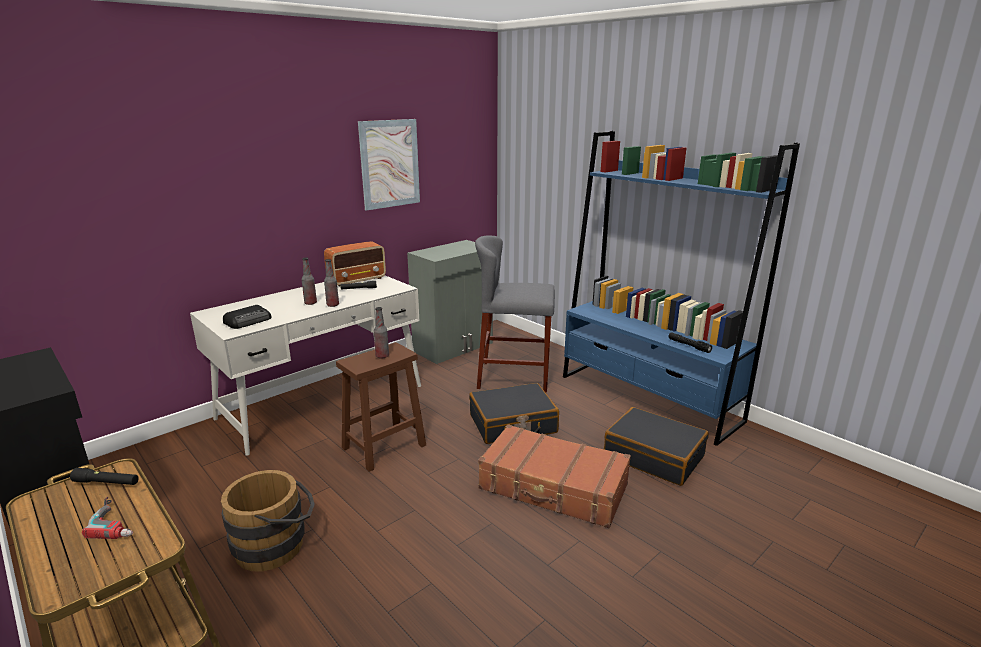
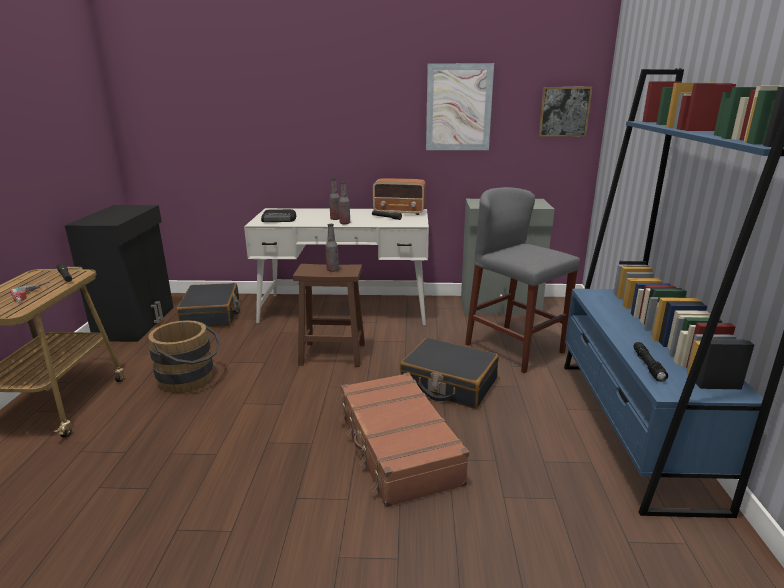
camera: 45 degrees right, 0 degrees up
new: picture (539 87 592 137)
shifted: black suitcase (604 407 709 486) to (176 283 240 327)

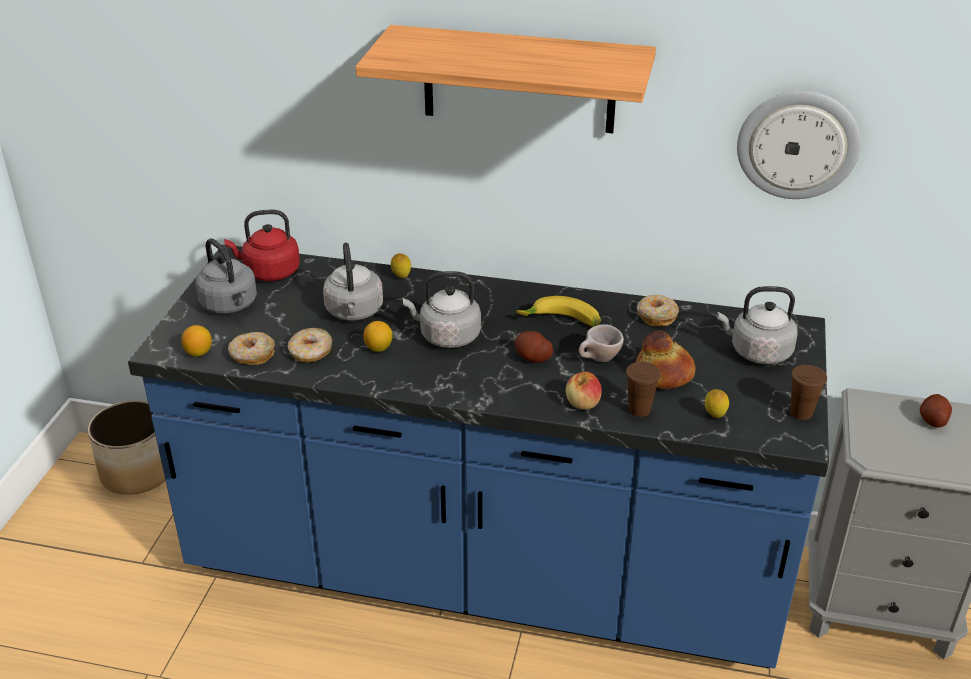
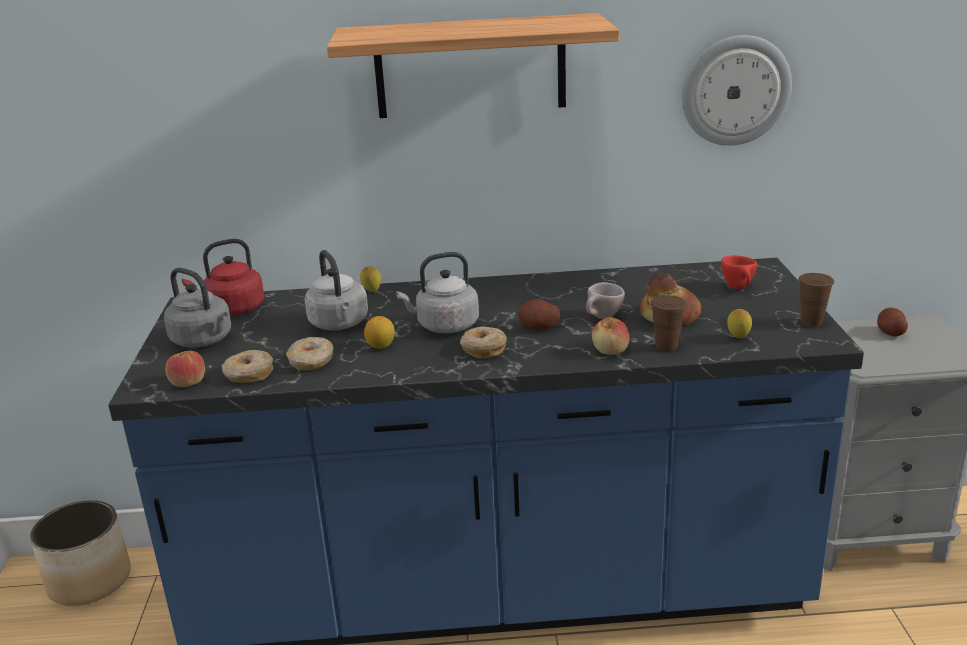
camera: 15 degrees left, 10 degrees down
gone: banana (516 296 601 327)
shifted: donut (637 295 679 327) to (460 326 507 359)
swapped: lemon (181 325 212 357) to apple (165 351 205 387); grey kettle (717 286 798 364) to red cup (721 255 757 289)

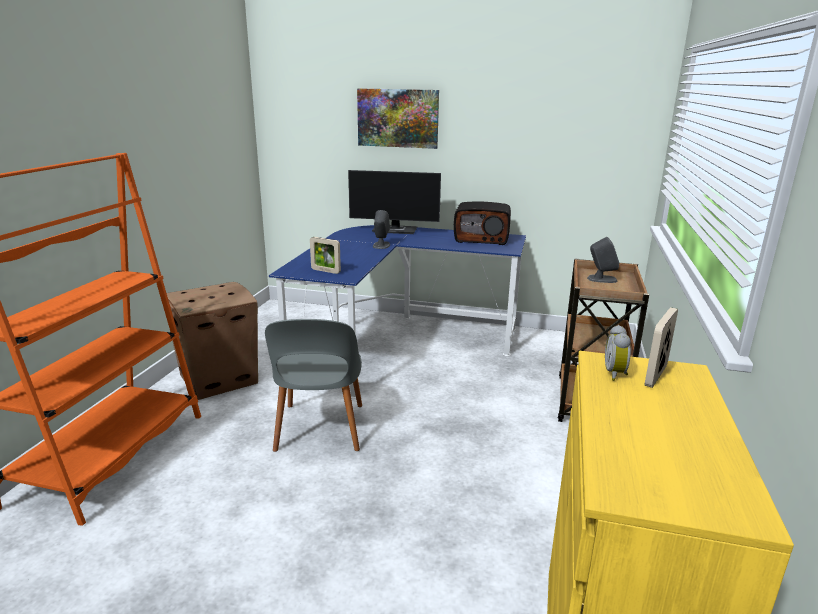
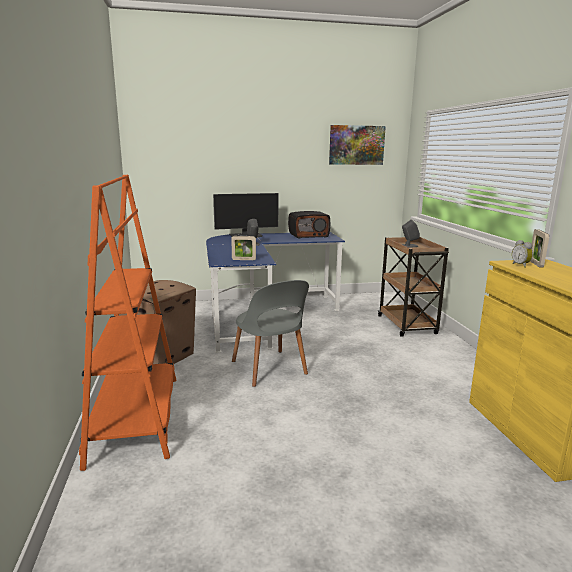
camera: 25 degrees left, 5 degrees down
shifted: picture (357 88 439 149) to (329 125 386 165)

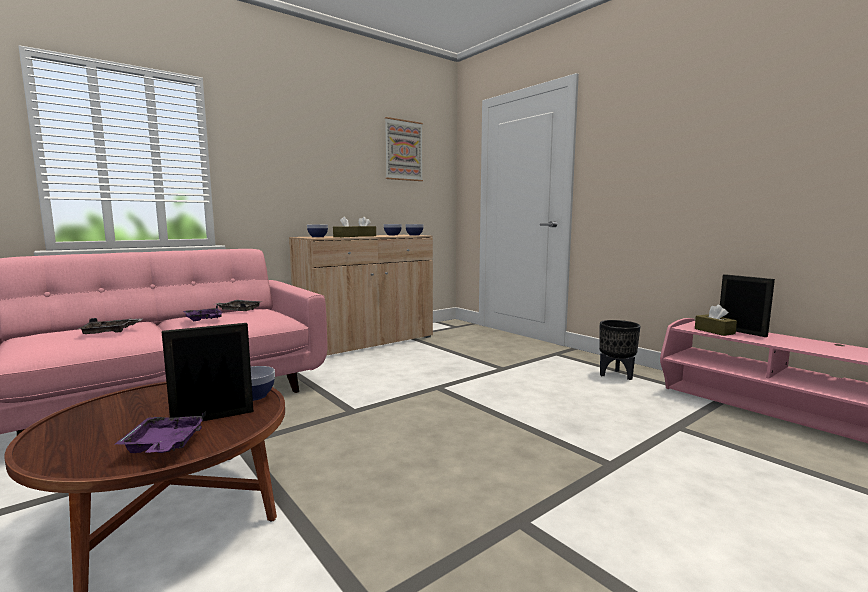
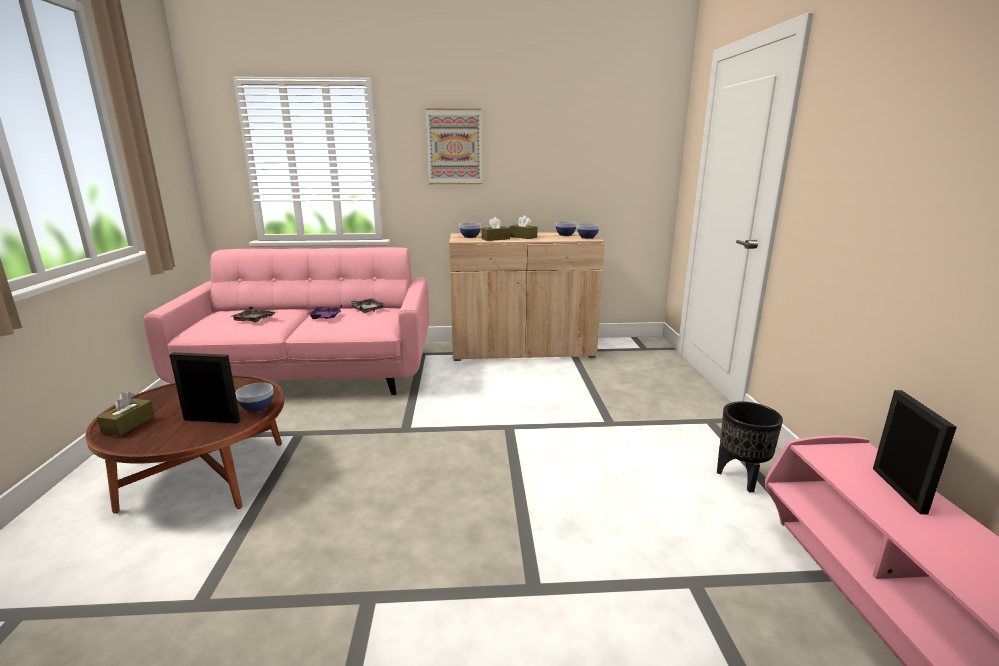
camera: 35 degrees right, 10 degrees up
gone: purple tray (115 411 206 453)
shifted: picture (385 117 423 181) to (426 108 482 184); brown tissue box (695 305 737 336) to (97 392 155 436)

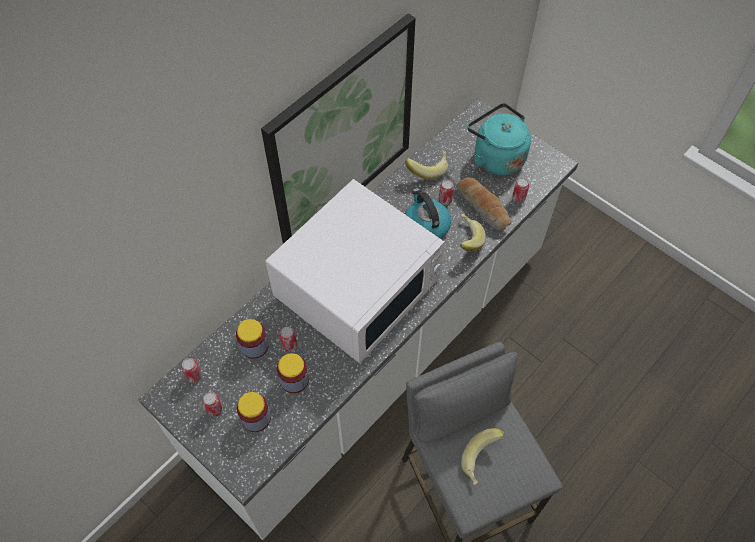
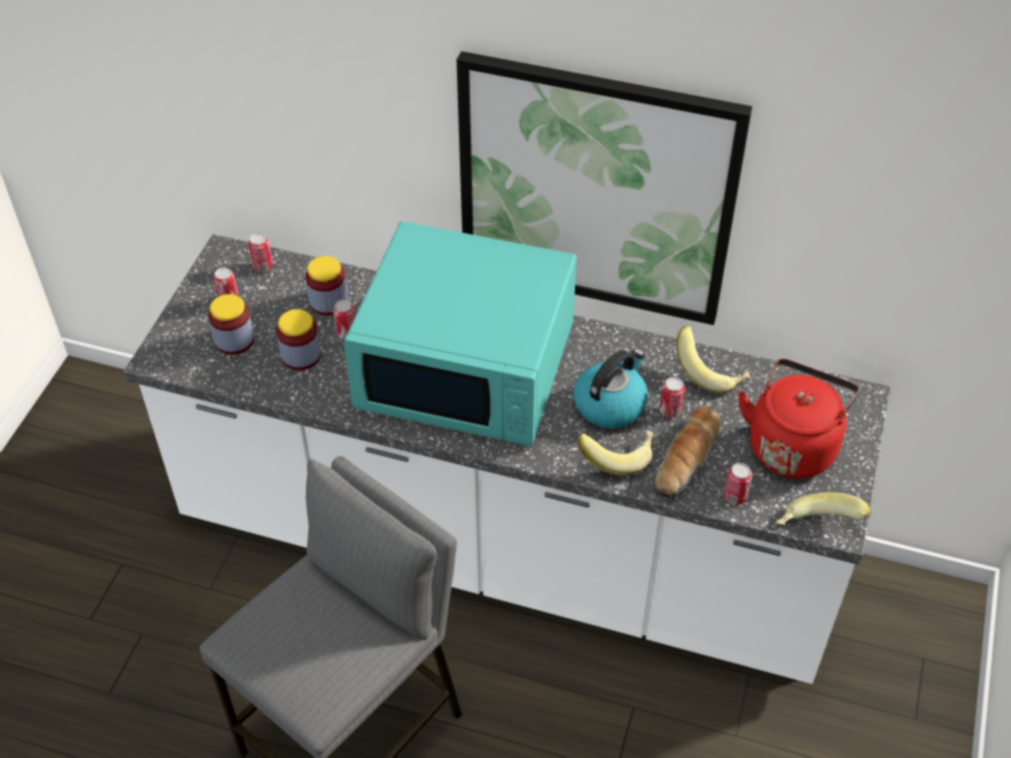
camera: 65 degrees right, 10 degrees down
shifted: banana (461 428 505 485) to (776 492 871 525)
repainted: white microwave (265 179 445 363) to turquoise microwave (344 221 577 446); turquoise kettle (467 103 531 175) to red kettle (738 359 860 478)

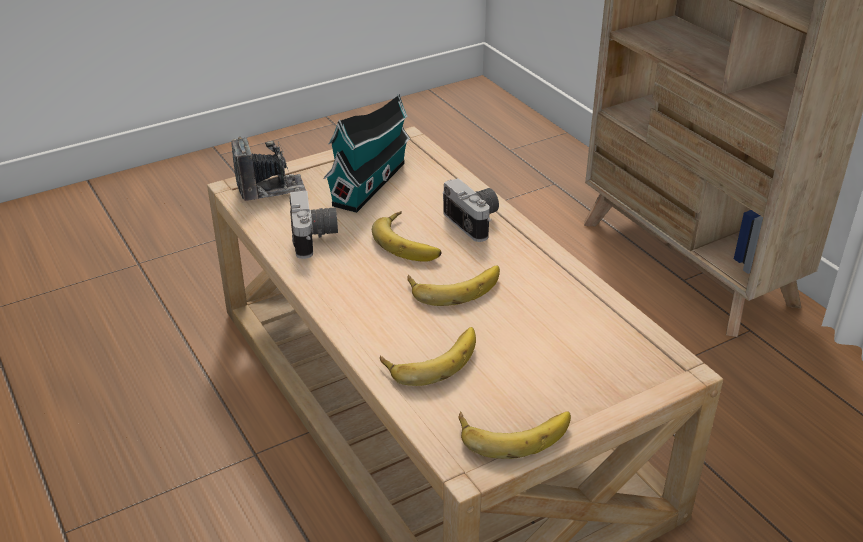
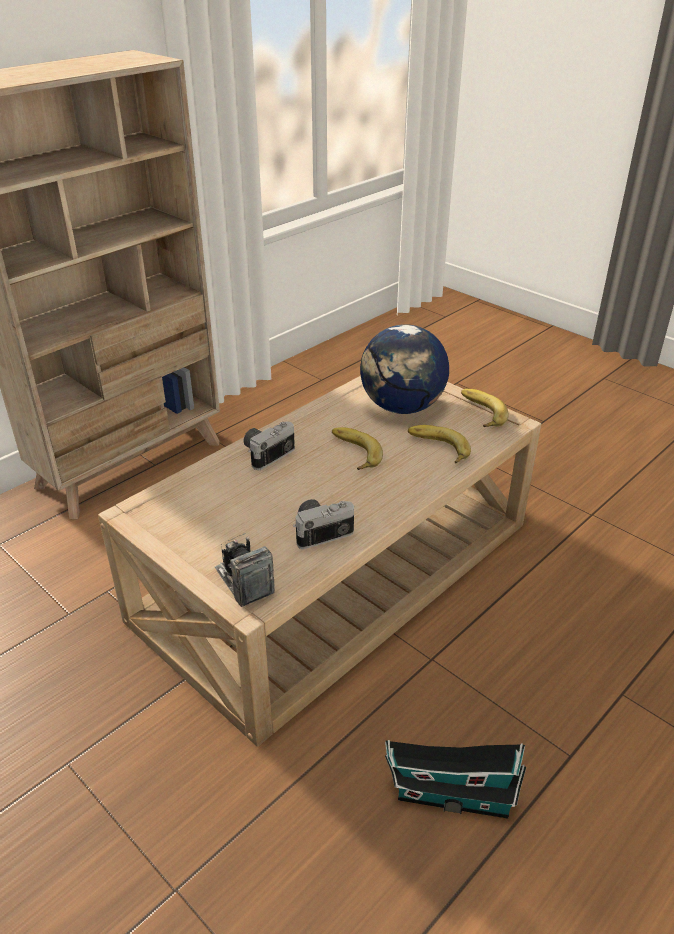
camera: 105 degrees left, 0 degrees up
gone: banana (372 211 442 262)
new: globe (360 324 449 414)
shifted: toy house (324 94 411 213) to (385 740 526 819)

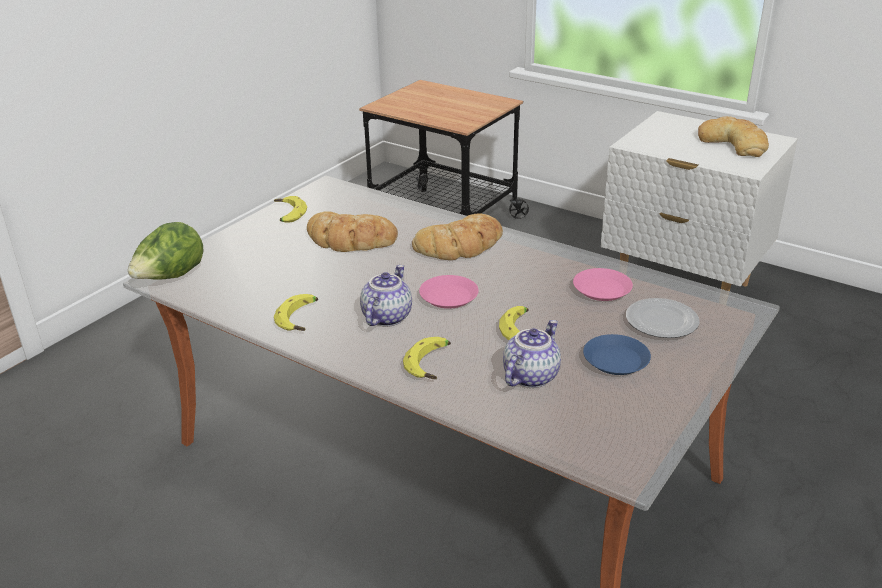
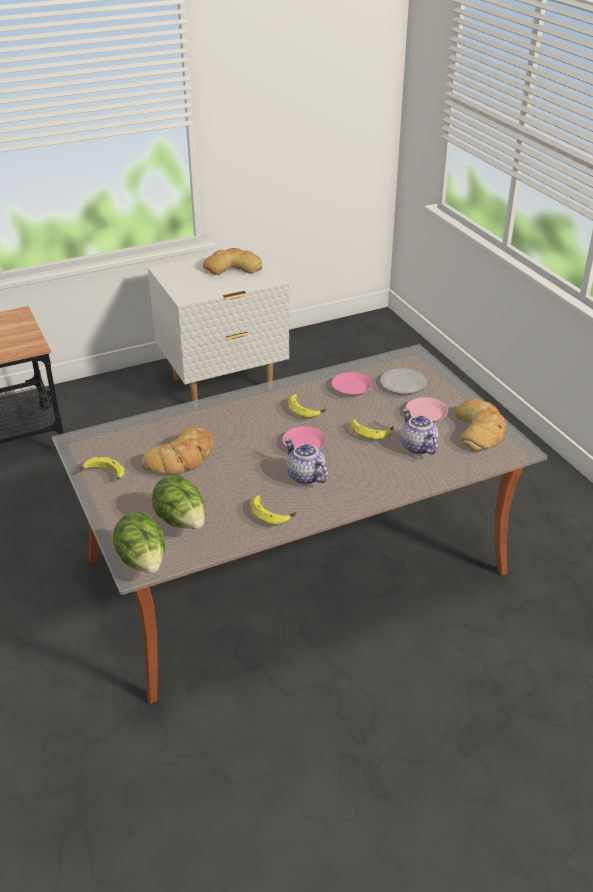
camera: 60 degrees left, 5 degrees up
new: lettuce (152 474 205 529)
shifted: banana (403 337 451 379) to (288 394 326 418); bread (412 214 503 260) to (456 399 507 451)
repainted: blue plate (583 334 651 375) to pink plate (406 397 448 422)

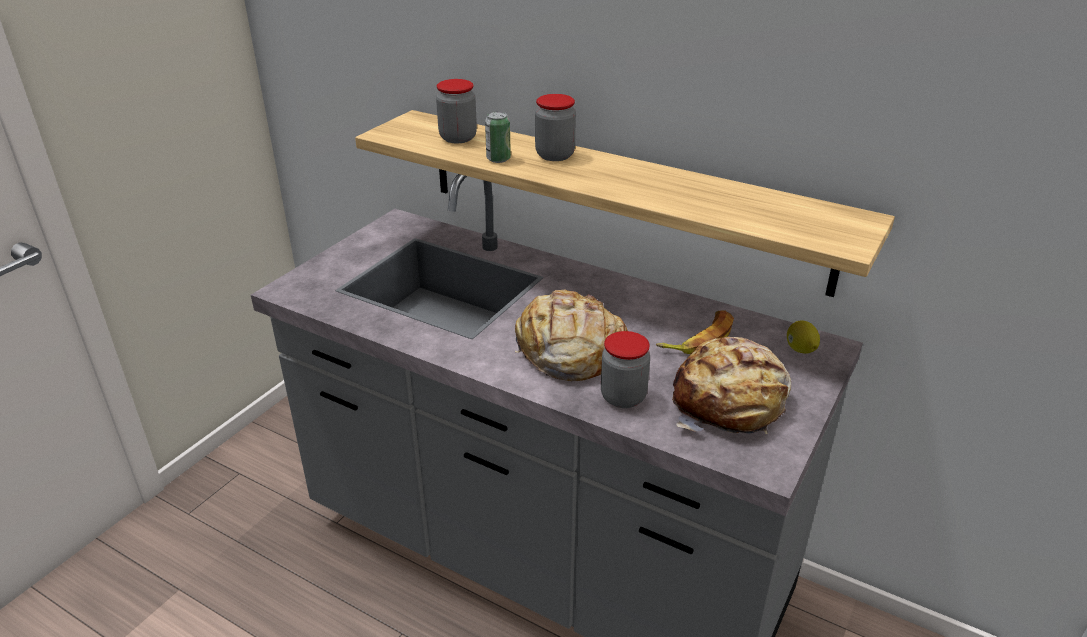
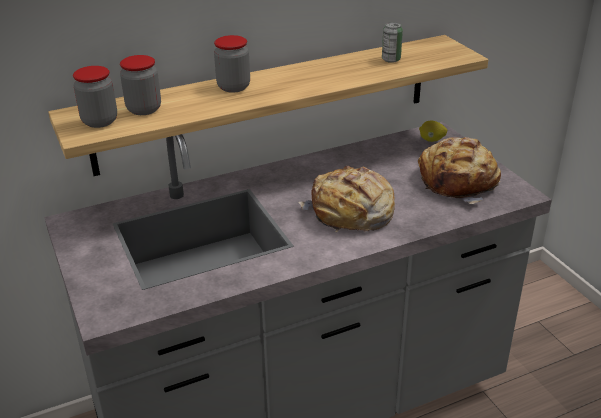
camera: 55 degrees left, 0 degrees up
gone: banana (656 310 734 354)
shifted: can (485 111 511 163) to (382 22 403 63); jar (601 331 650 408) to (73 66 117 128)

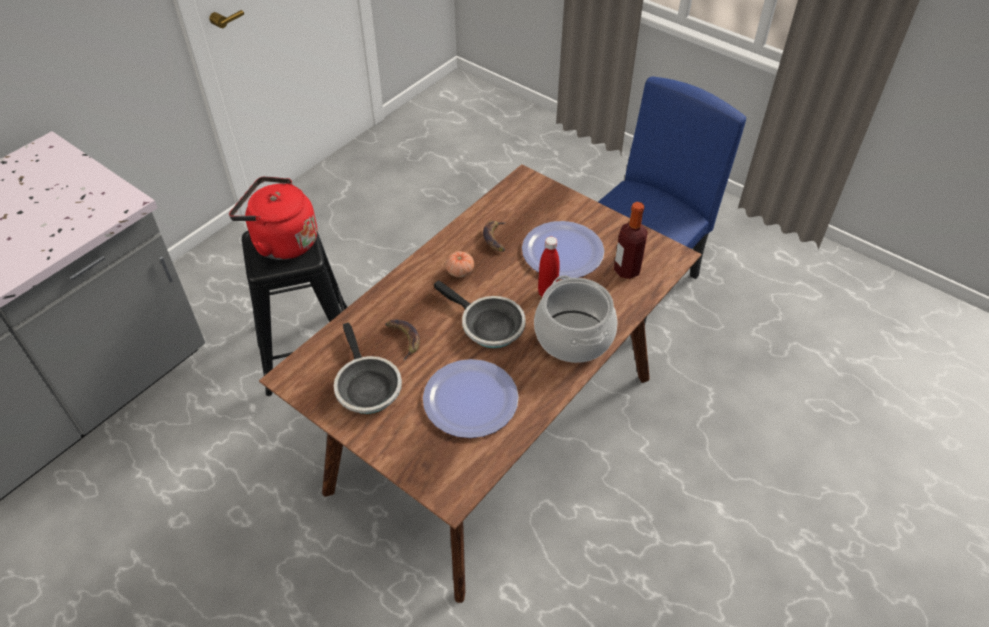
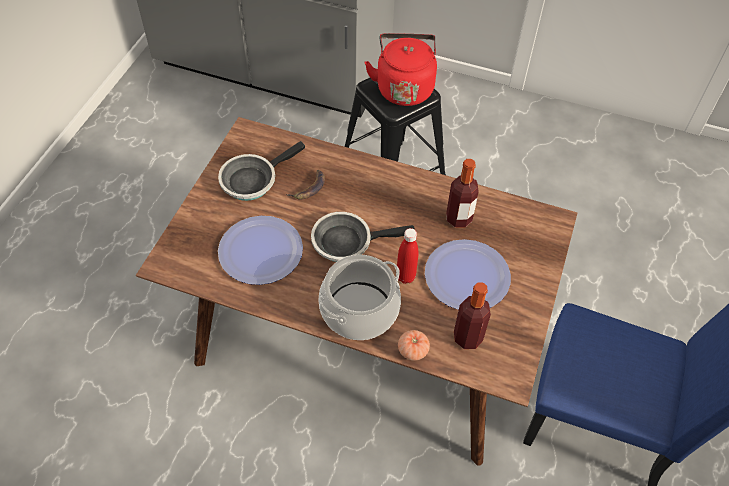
camera: 70 degrees right, 5 degrees up
shifted: tomato (445 251 474 277) to (398 330 430 361)
swapped: banana (483 221 506 252) to bottle (446 159 479 228)
rotated: frying pan (434 280 526 348) = (311 212 415 262) 60 degrees clockwise

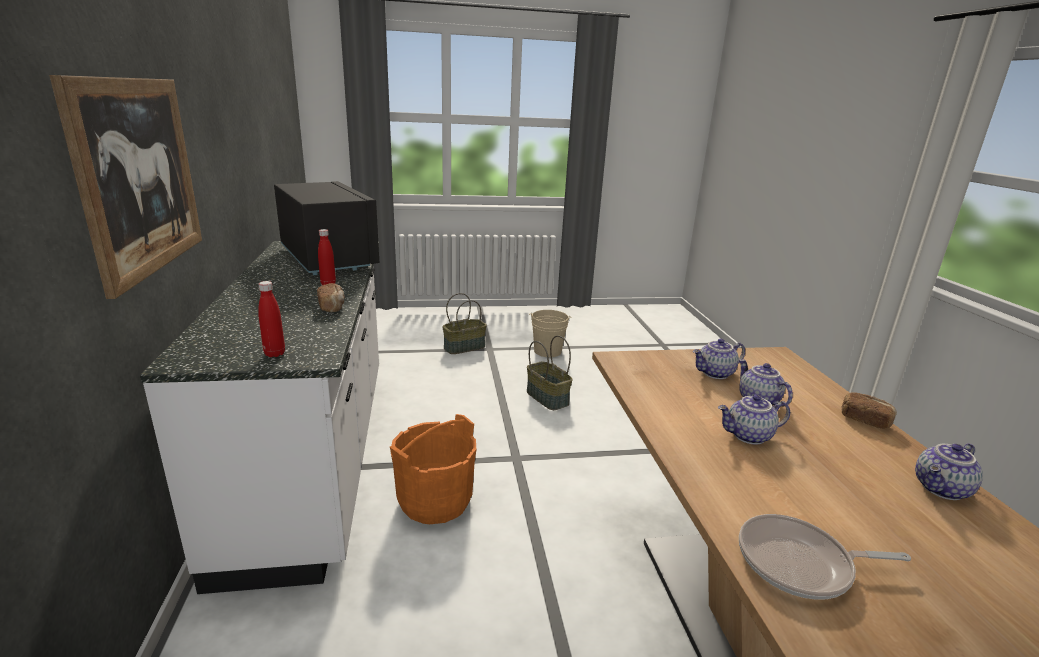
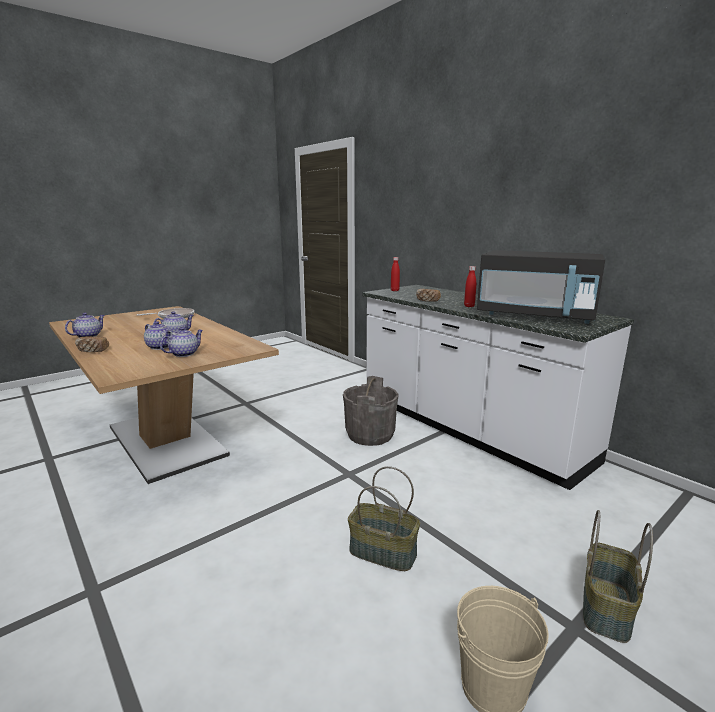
camera: 150 degrees right, 5 degrees down
gone: picture (49 75 202 299)
repainted: orange bucket (390 414 476 524) to grey bucket (343 376 398 446)

